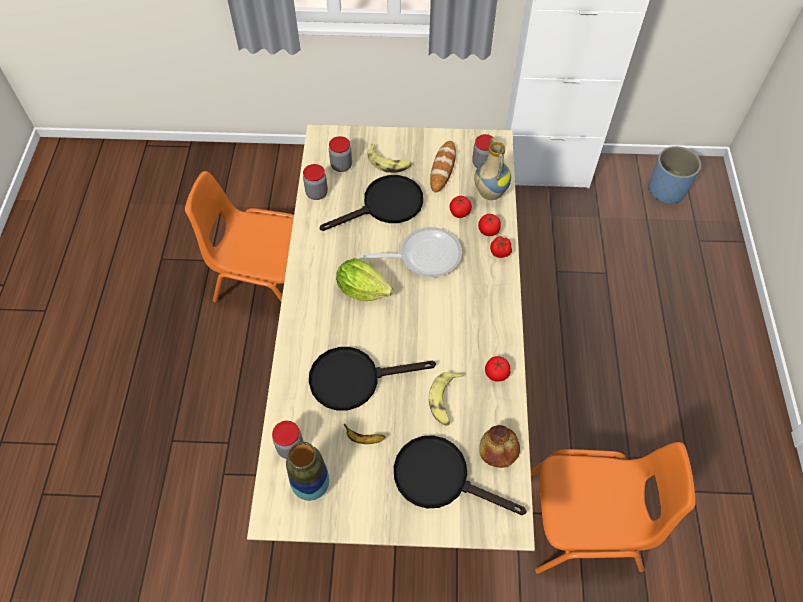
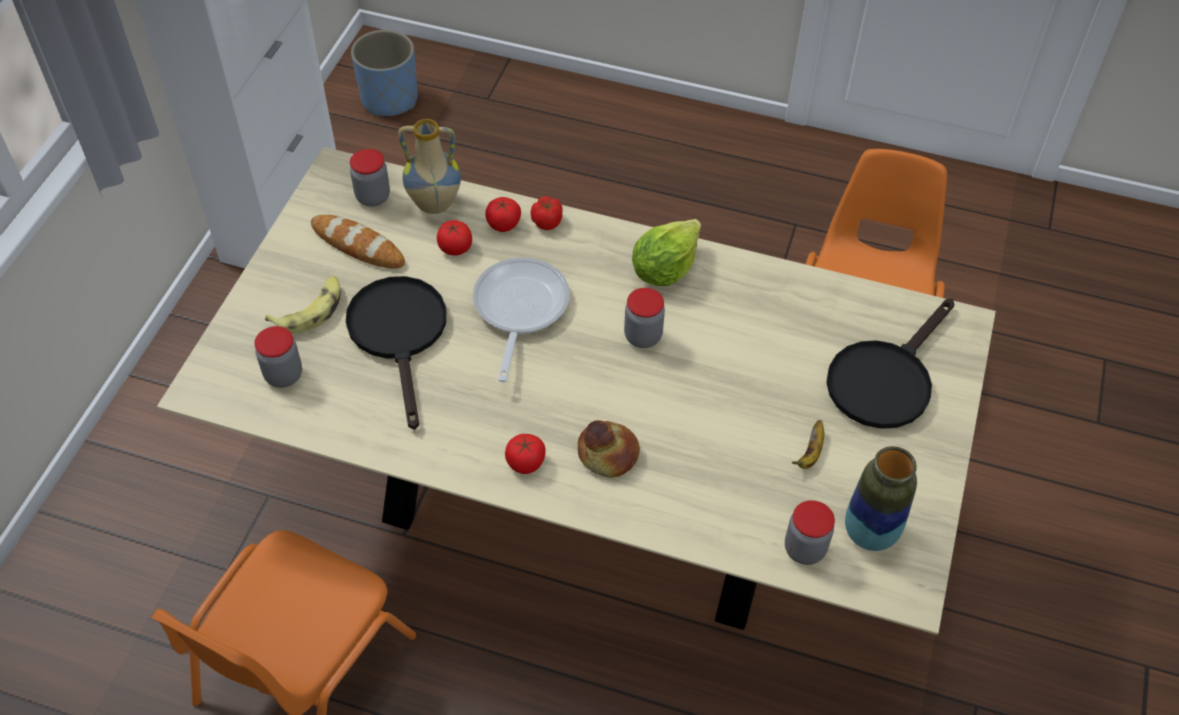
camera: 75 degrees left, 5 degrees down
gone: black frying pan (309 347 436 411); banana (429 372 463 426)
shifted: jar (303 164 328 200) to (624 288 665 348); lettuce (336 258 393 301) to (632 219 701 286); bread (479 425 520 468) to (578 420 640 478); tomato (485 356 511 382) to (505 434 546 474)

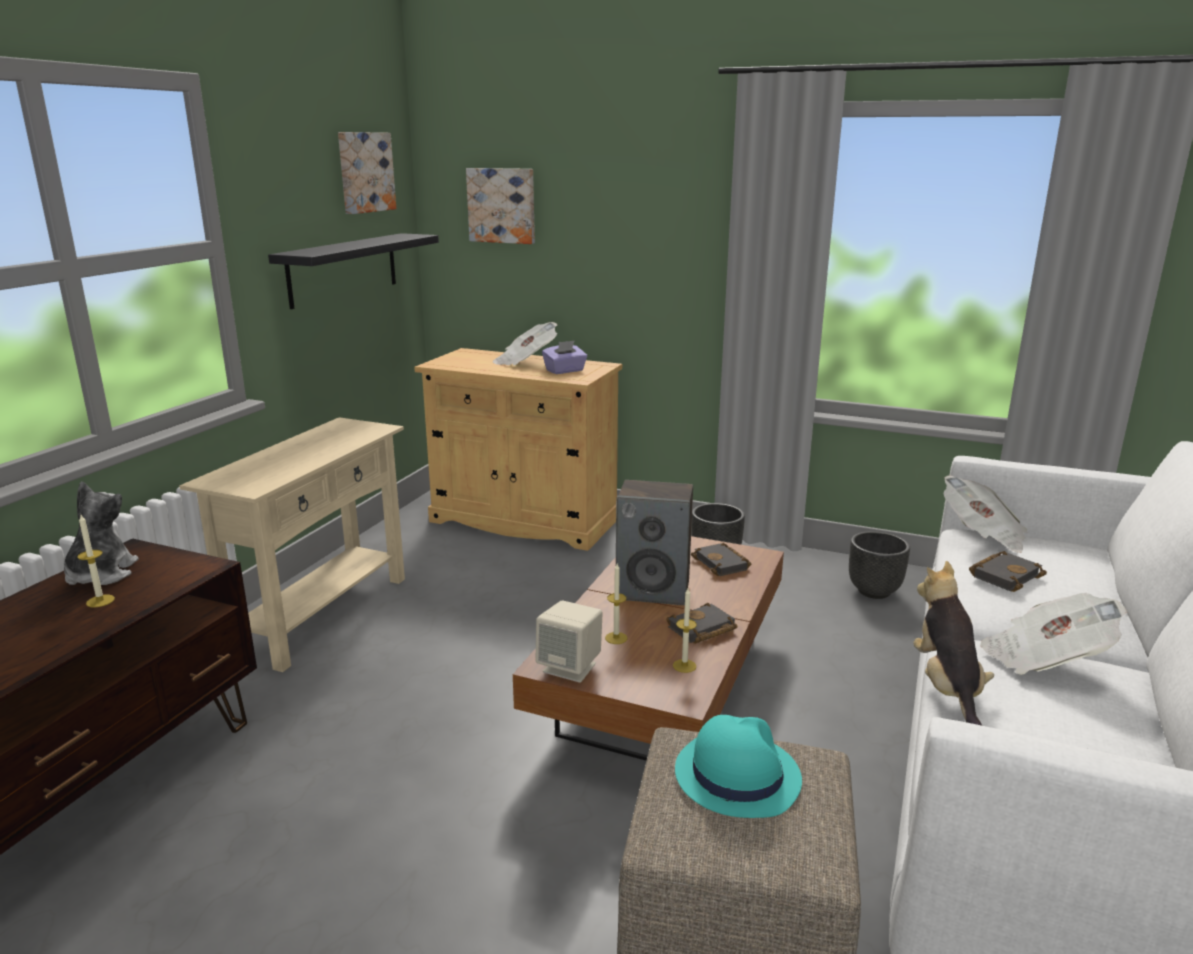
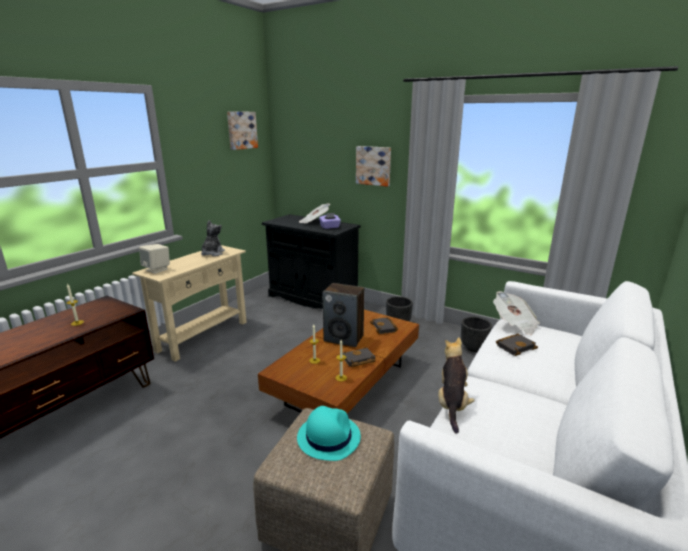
camera: 10 degrees right, 0 degrees up
gone: black shelf (268 233 439 309); newspaper (980 593 1127 675)
shifted: plush toy (64 481 139 585) to (201 220 225 256); picture (466 168 535 244) to (356 146 391 187); beige speaker (535 600 603 683) to (139 244 170 274)
repainted: beige cabinet (414 348 622 551) to black cabinet (262 214 360 309)

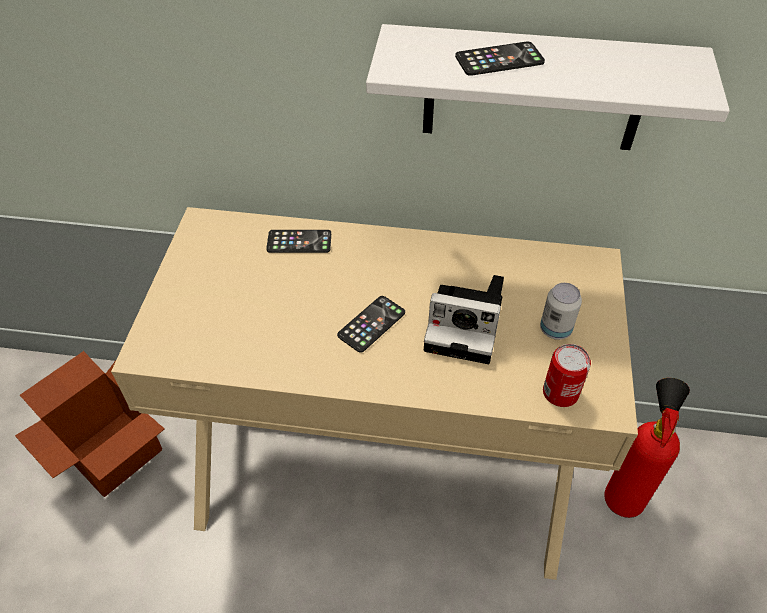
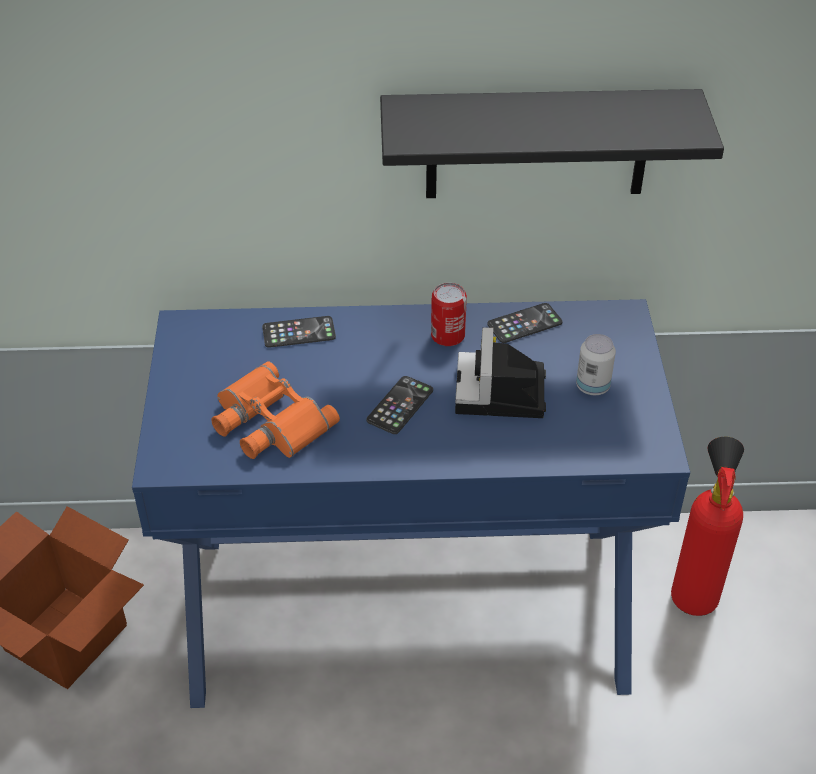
camera: 10 degrees left, 5 degrees down
new: orange binoculars (211 361 340 459)
shifted: phone (455 42 545 76) to (487 303 562 343); can (543 344 591 407) to (431 283 467 346)
repainted: beige desk (111 207 638 580) to blue desk (132 299 690 708); white shelf (366 24 730 150) to black shelf (380 89 724 198)
rotated: photo camera (424 275 504 364) = (455 327 546 418) 90 degrees clockwise

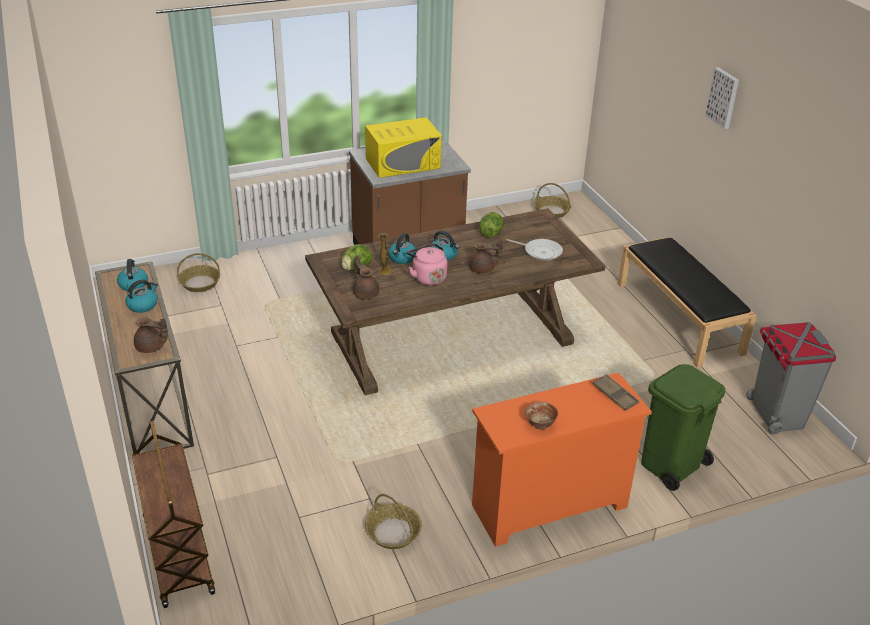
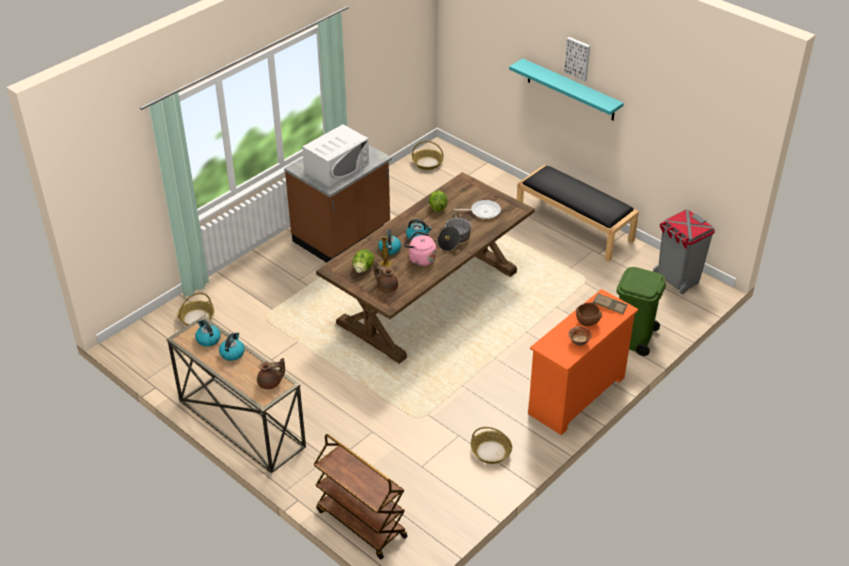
camera: 25 degrees left, 5 degrees up
new: turquoise shelf (509 58 624 121); brown bowl (576 303 602 326)
swapped: brown teapot (469 240 503 274) to cooking pot (438 214 471 251)
repainted: yellow microwave (365 117 441 178) to white microwave (302 124 369 187)

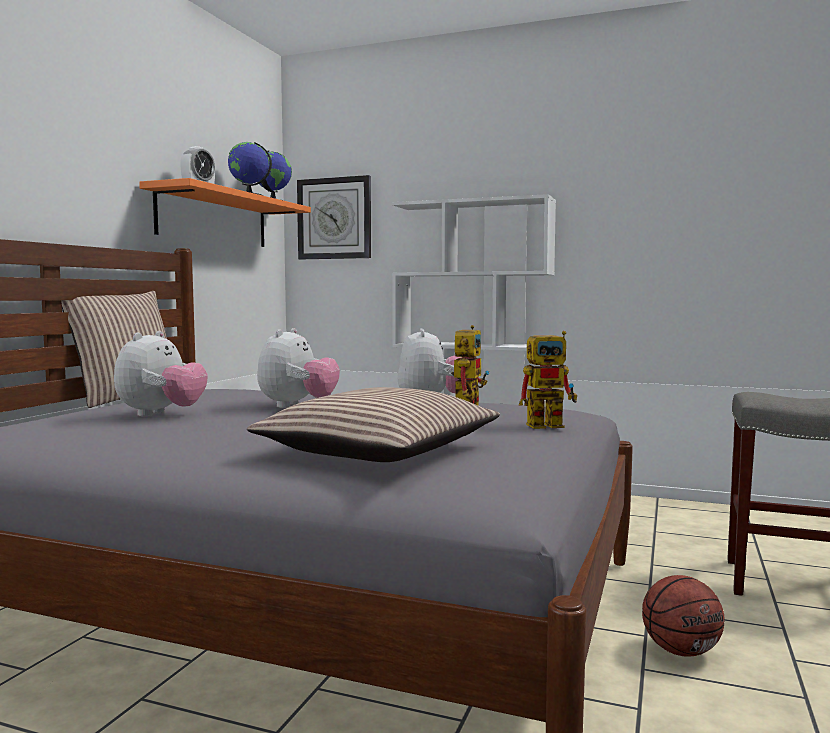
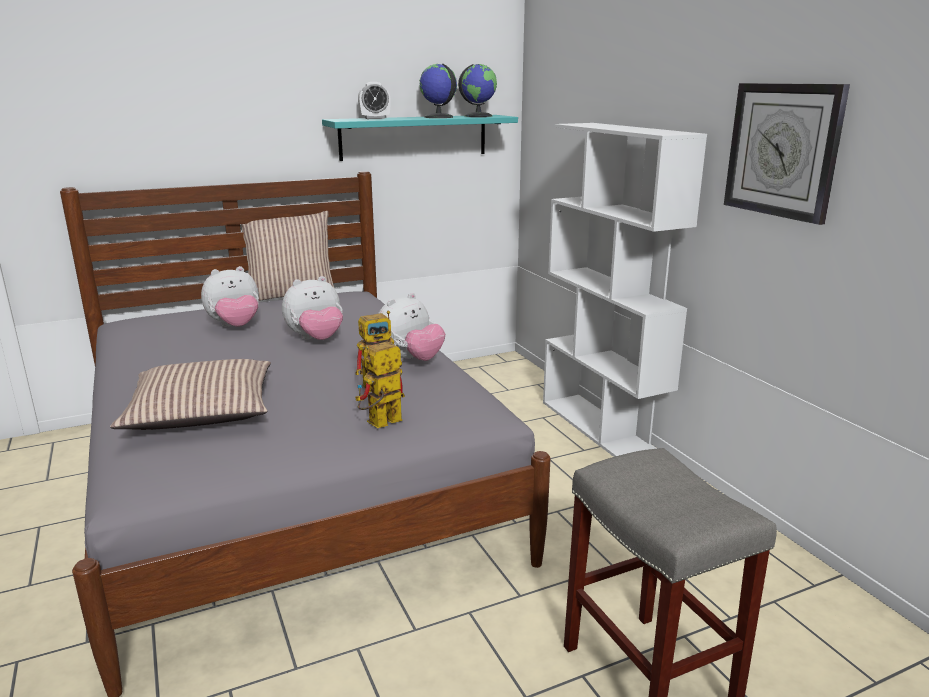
camera: 45 degrees right, 15 degrees up
gone: basketball (642 575 724 657)
shifted: wall clock (297 175 371 259) to (724 83 850 225)
repainted: orange shelf (139 178 311 247) to turquoise shelf (322 115 518 161)
rotated: toy robot (519 331 577 429) = (355 341 405 428) 105 degrees clockwise

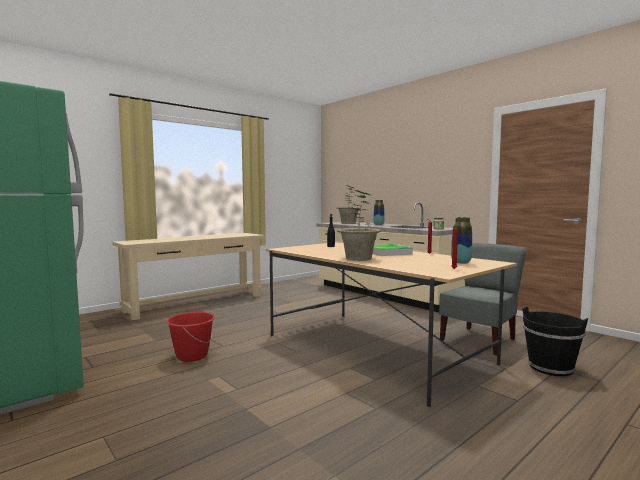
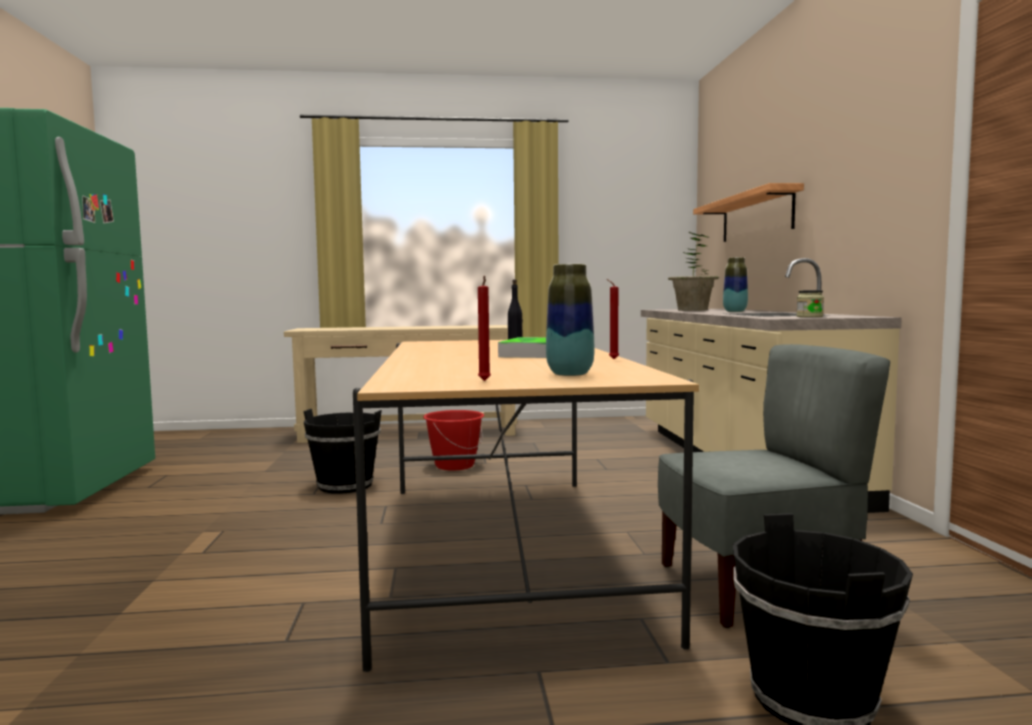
camera: 35 degrees right, 0 degrees up
gone: potted plant (337 190 381 261)
new: black bucket (303 409 382 494); shelf (693 183 804 242)
shifted: red bucket (166 312 215 362) to (423 410 484 470)

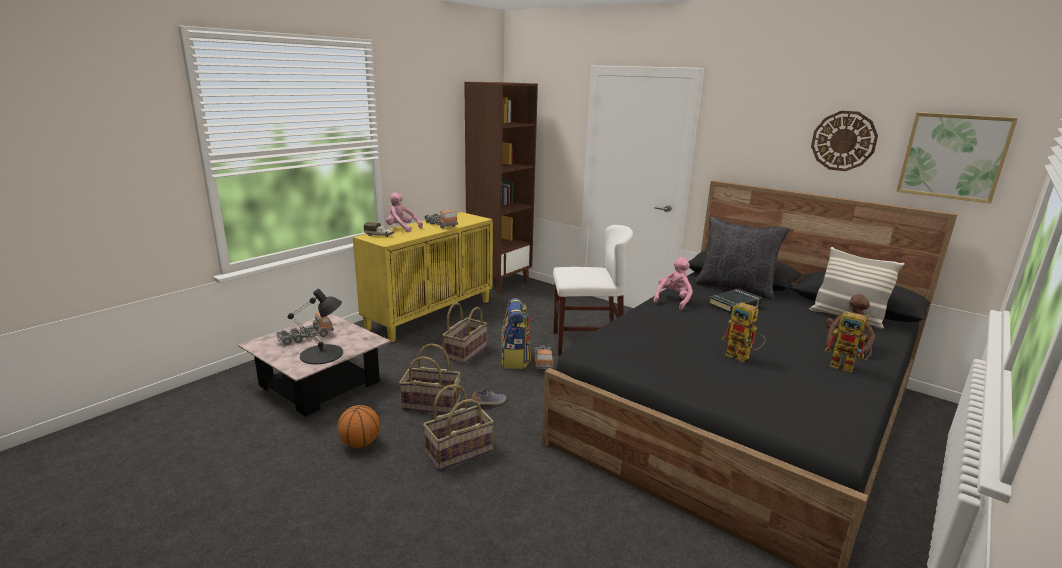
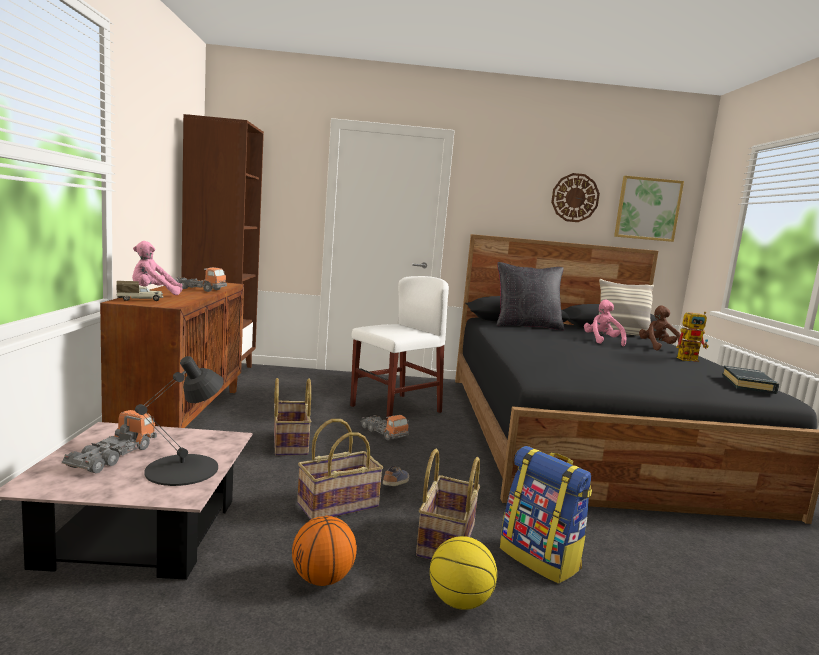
camera: 40 degrees left, 10 degrees down
gone: toy robot (722 302 766 362)
new: basketball (430 536 497 610)
shifted: backpack (501 298 531 369) to (500 446 592 584); pink plush toy (653 257 693 310) to (584 300 626 347); black book (709 289 762 314) to (722 366 779 394)
repainted: yellow cabinet (353 212 493 342) to brown cabinet (100 279 244 428)

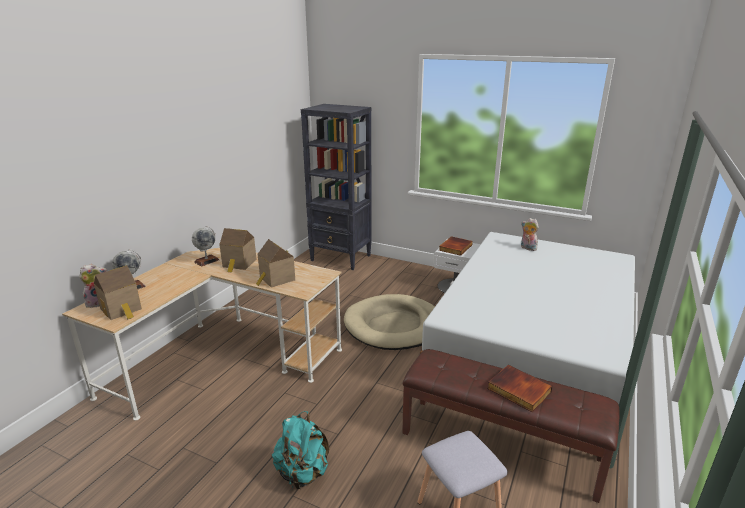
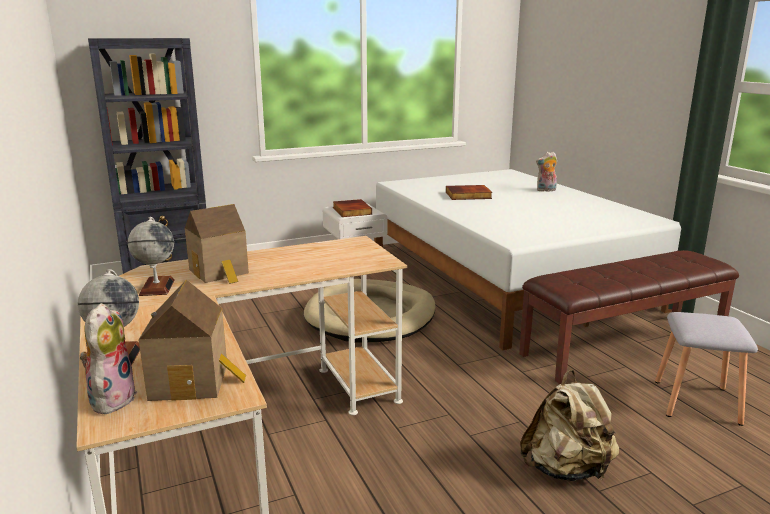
camera: 50 degrees left, 5 degrees down
gone: toy house (256 239 295 288)
shifted: book (487 365 553 412) to (446 185 492 200); plush toy (521 218 539 251) to (536 152 557 192)
repainted: turquoise backpack (272 411 329 489) to beige backpack (520 370 619 481)

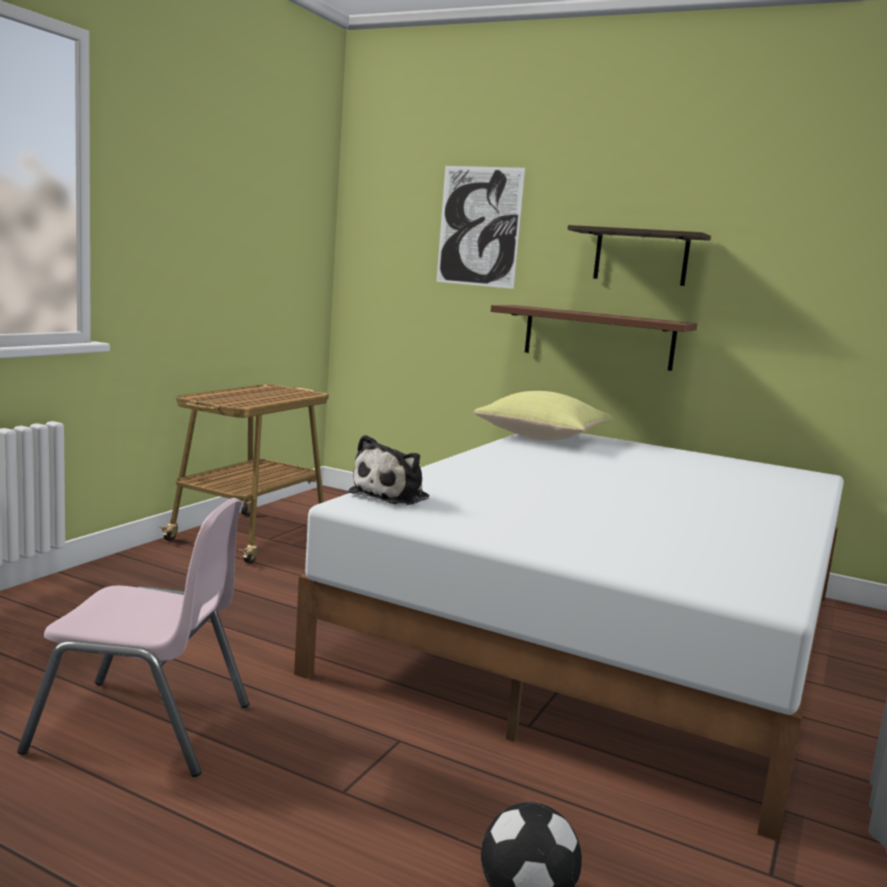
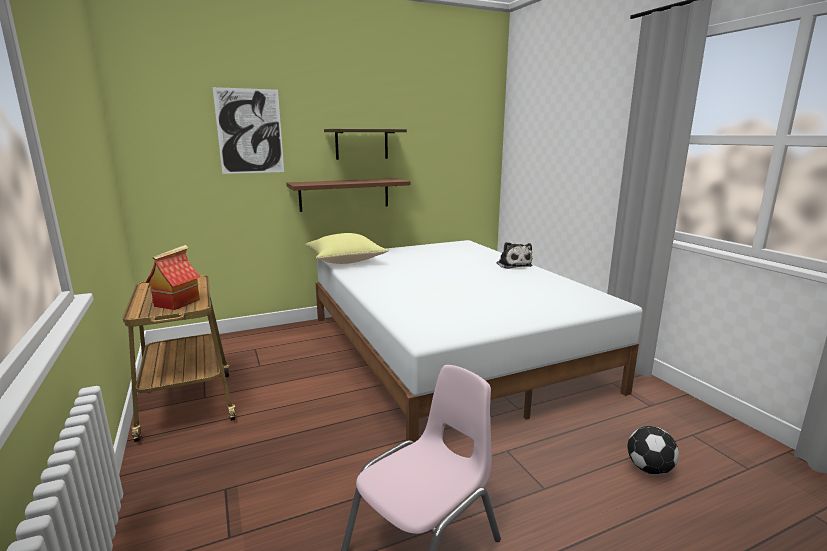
camera: 50 degrees left, 5 degrees up
new: toy house (146 245 200 310)
shifted: plush toy (348 435 429 505) to (497 242 532 269)

